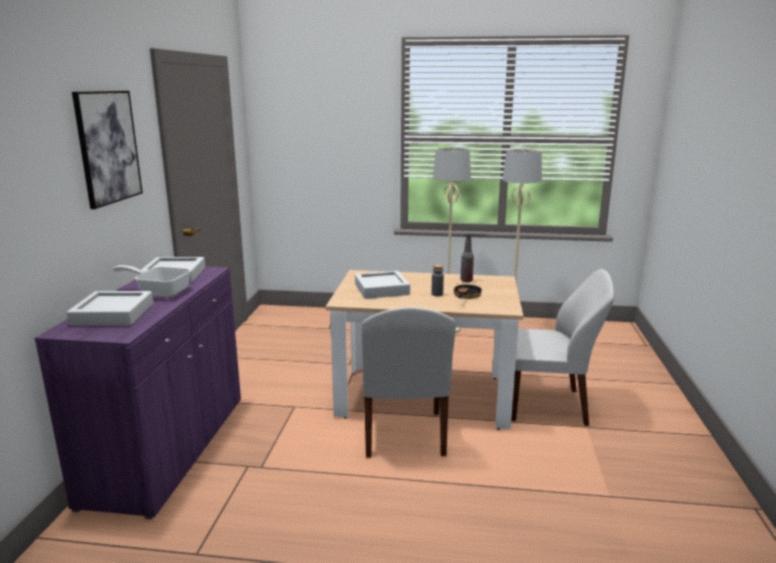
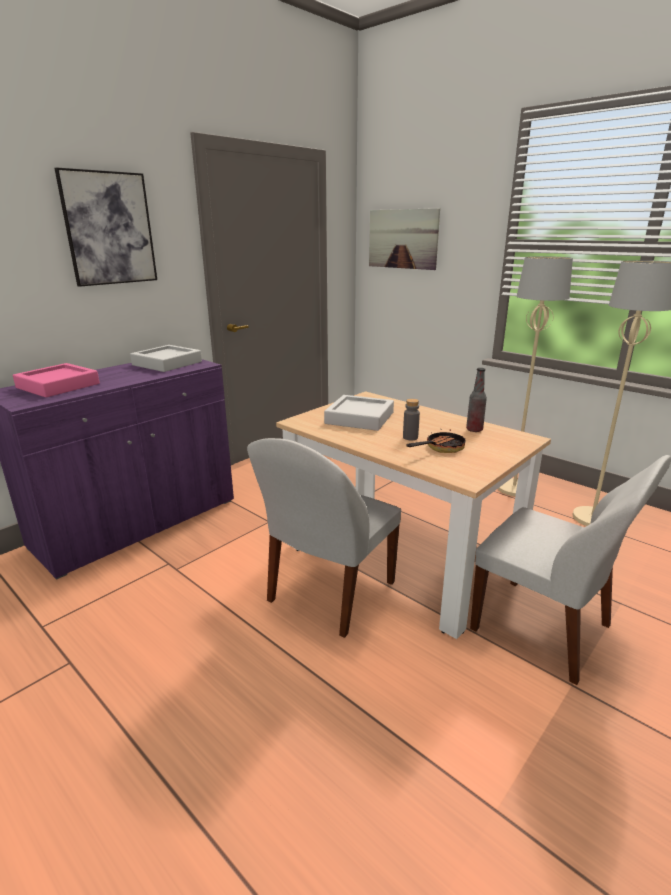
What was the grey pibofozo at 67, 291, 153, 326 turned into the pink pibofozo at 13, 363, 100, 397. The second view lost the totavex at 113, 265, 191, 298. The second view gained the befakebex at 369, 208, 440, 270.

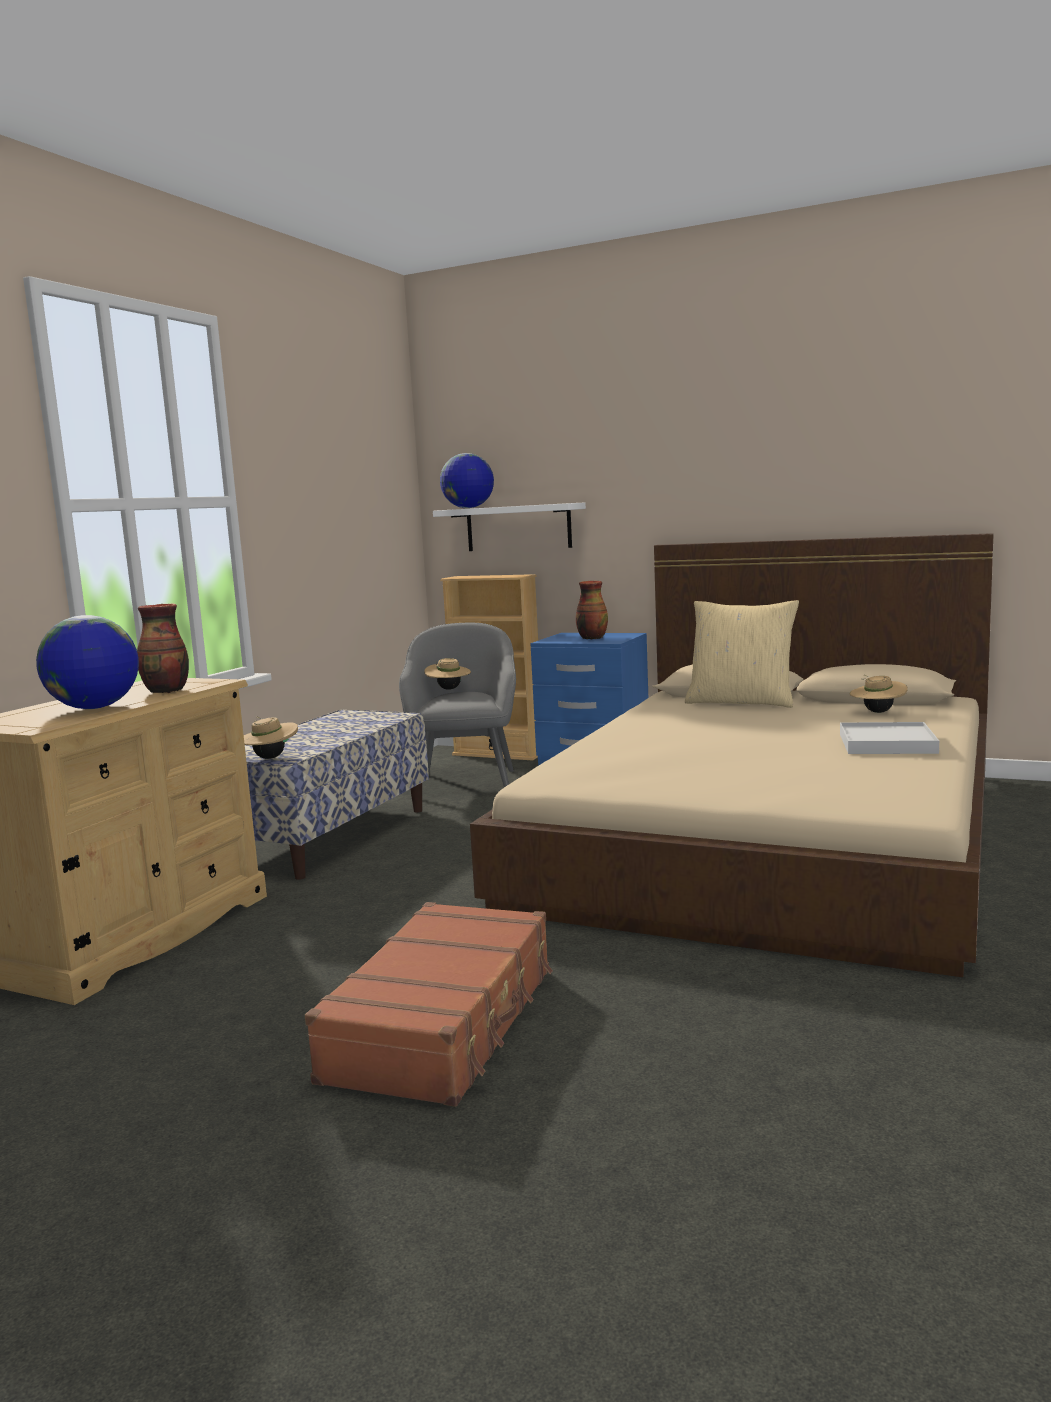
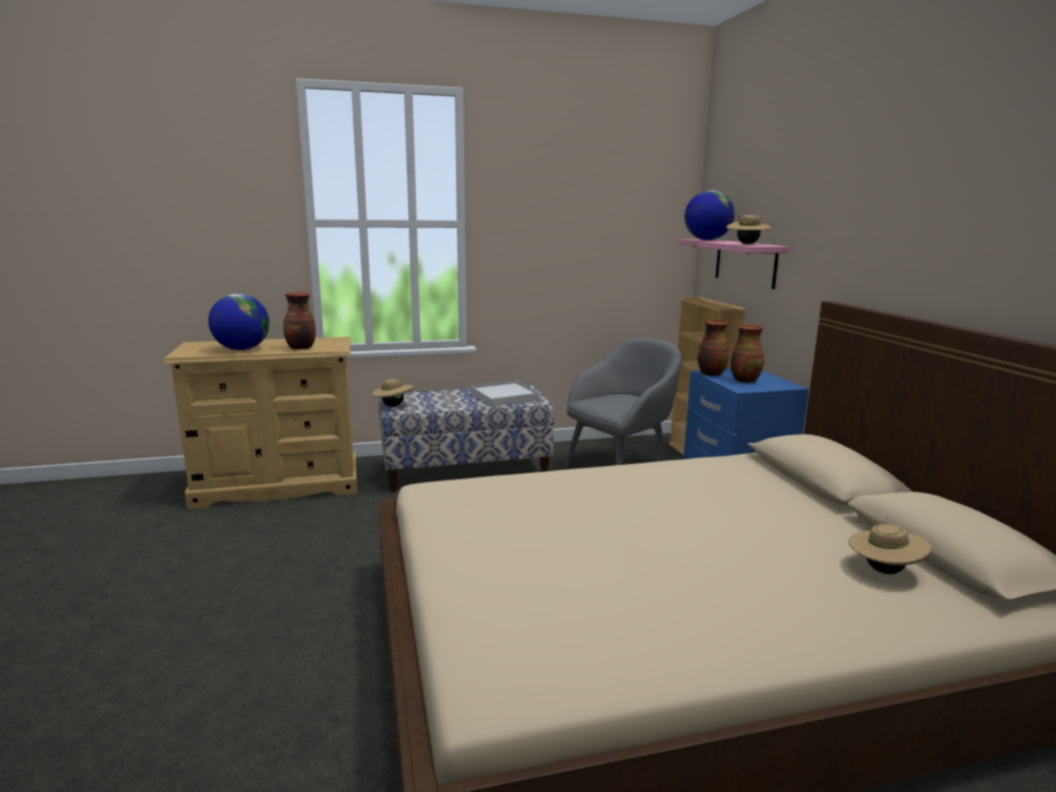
The second view lost the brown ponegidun at 305, 902, 553, 1107. The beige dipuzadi ended up elsewhere, having gone from 424, 658, 471, 690 to 726, 215, 771, 244. What was the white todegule at 433, 503, 586, 551 turned into the pink todegule at 679, 239, 789, 289. The second view lost the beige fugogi at 685, 600, 799, 708. The white pibofozo ended up elsewhere, having gone from 840, 722, 939, 754 to 470, 381, 540, 407. The second view gained the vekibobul at 697, 320, 729, 376.

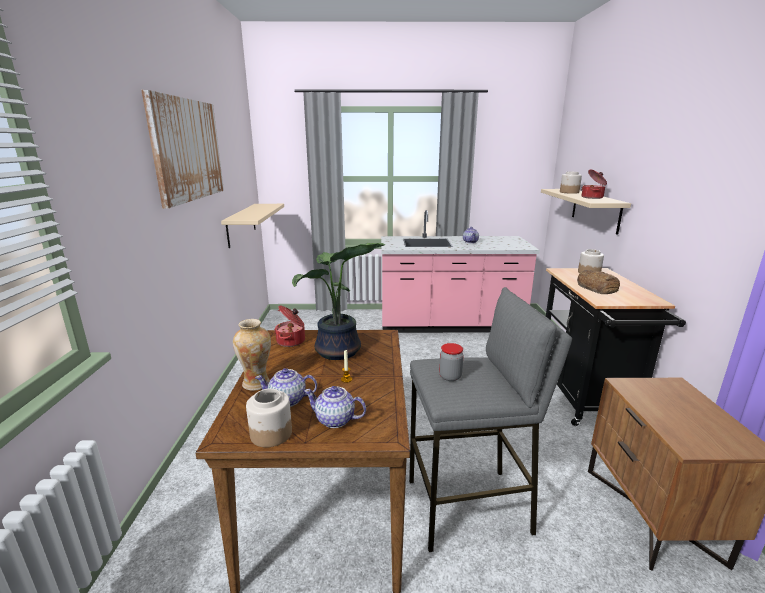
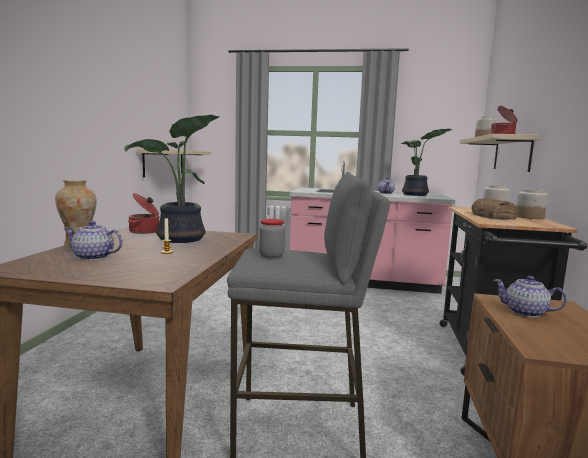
The second view lost the befakebex at 141, 90, 224, 209. The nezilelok ended up elsewhere, having gone from 246, 388, 292, 447 to 517, 188, 548, 219. The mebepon ended up elsewhere, having gone from 304, 386, 366, 428 to 494, 276, 567, 318. The second view gained the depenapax at 401, 129, 453, 196.

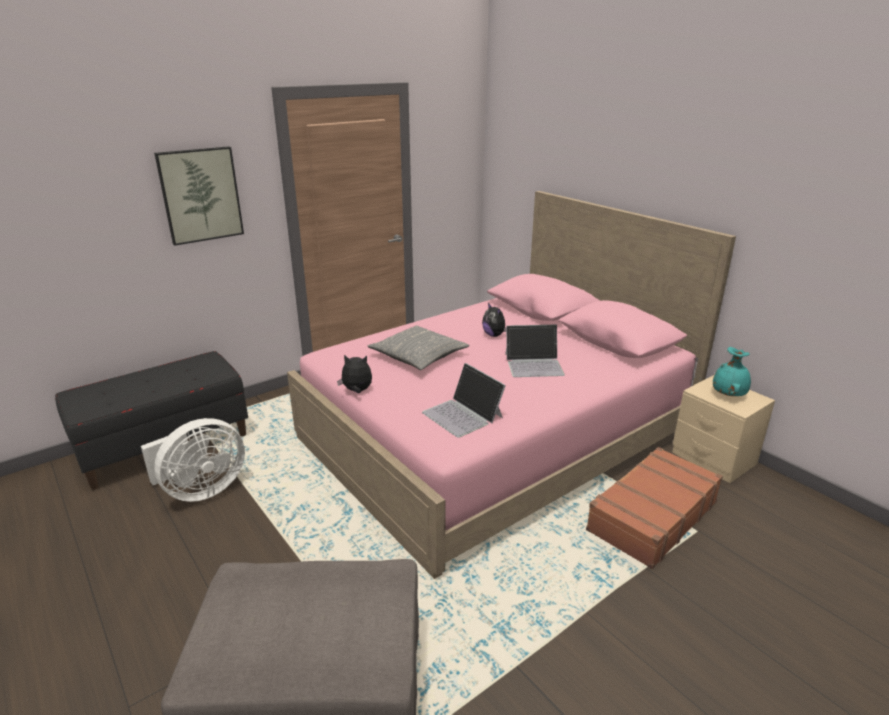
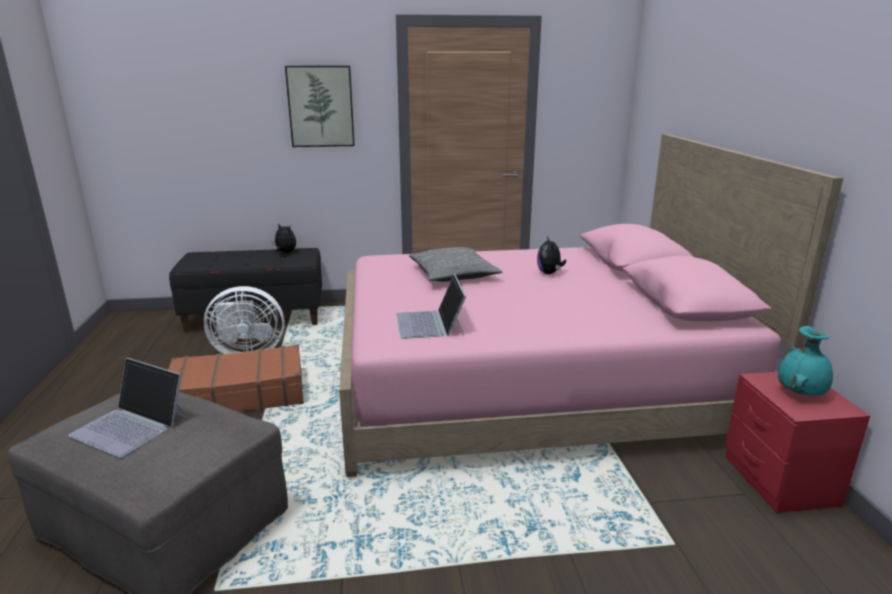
The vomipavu ended up elsewhere, having gone from 337, 355, 372, 393 to 272, 224, 296, 253. The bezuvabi ended up elsewhere, having gone from 505, 325, 565, 377 to 69, 358, 187, 458. The brown ponegidun ended up elsewhere, having gone from 586, 447, 723, 569 to 168, 345, 304, 412. What was the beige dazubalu at 672, 375, 775, 483 turned into the red dazubalu at 725, 372, 870, 513.

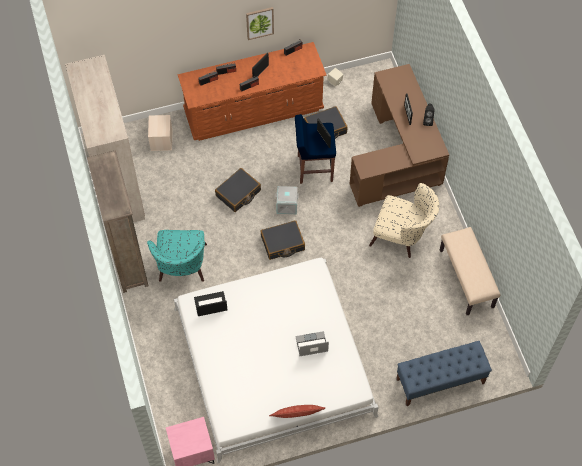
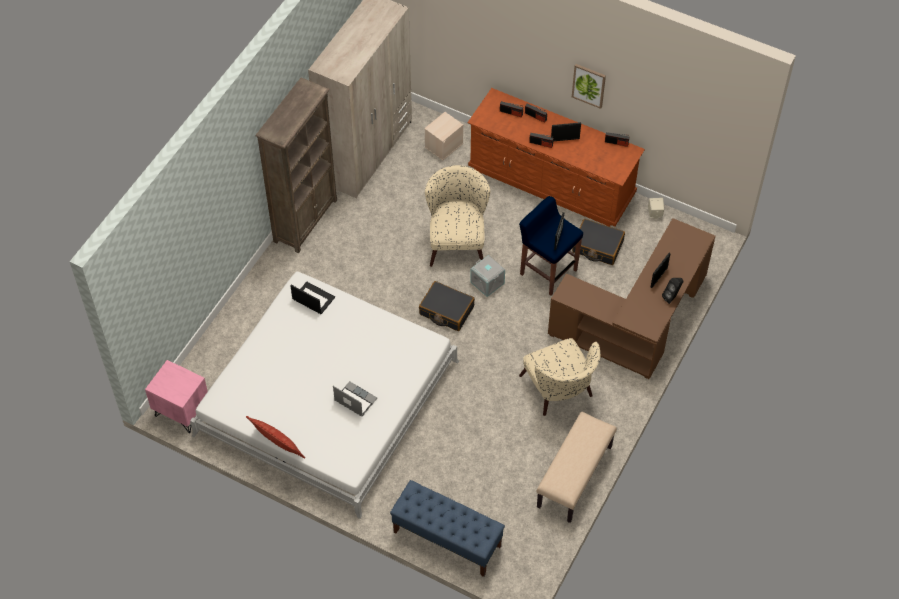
The second view lost the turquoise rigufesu at 147, 230, 207, 282. Where the black ponegidun stood at 215, 168, 261, 212, the beige rigufesu came to stand at 425, 165, 490, 267.

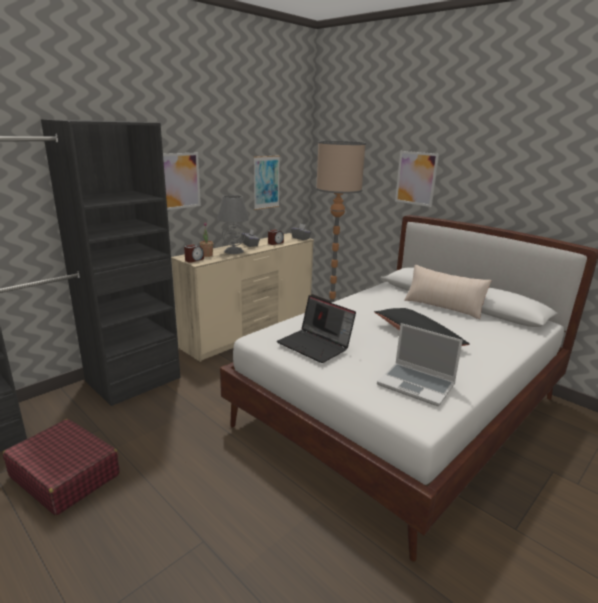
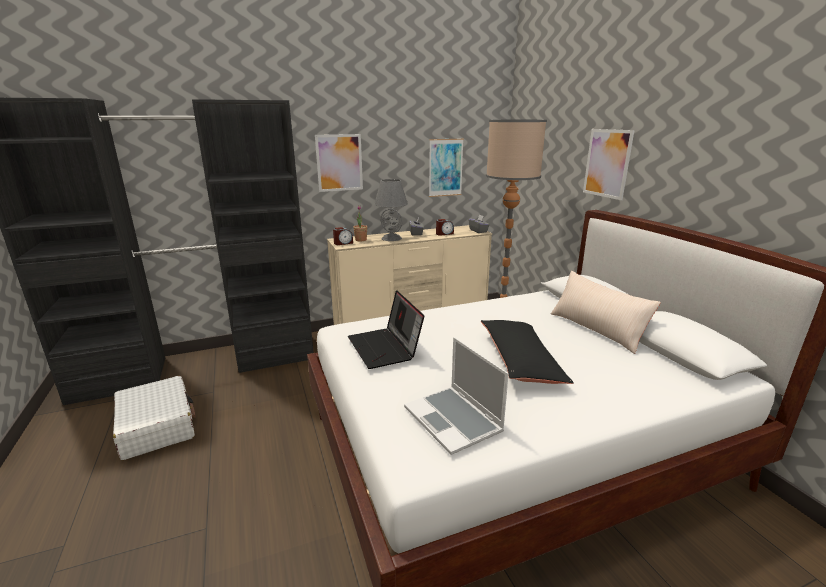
What was the red ponegidun at 3, 419, 120, 516 turned into the white ponegidun at 113, 376, 195, 460.

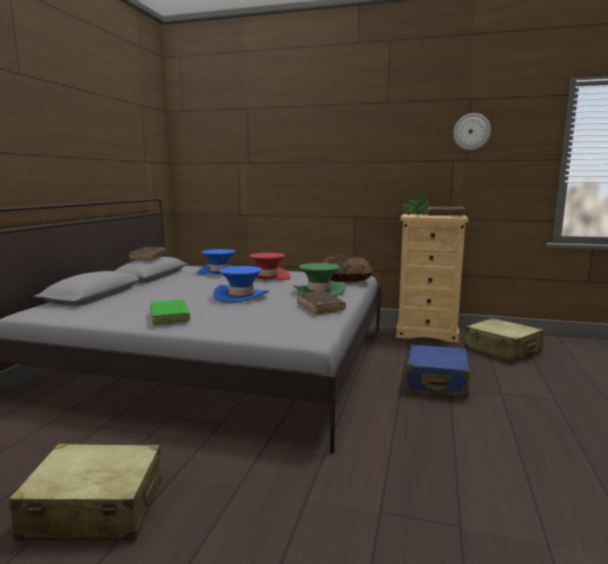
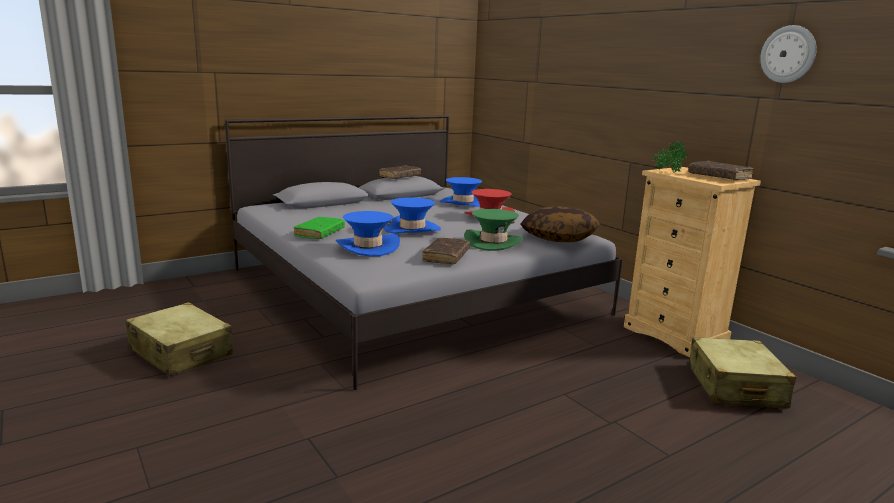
The second view lost the blue ponegidun at 406, 345, 470, 398. The second view gained the blue dipuzadi at 336, 211, 400, 256.

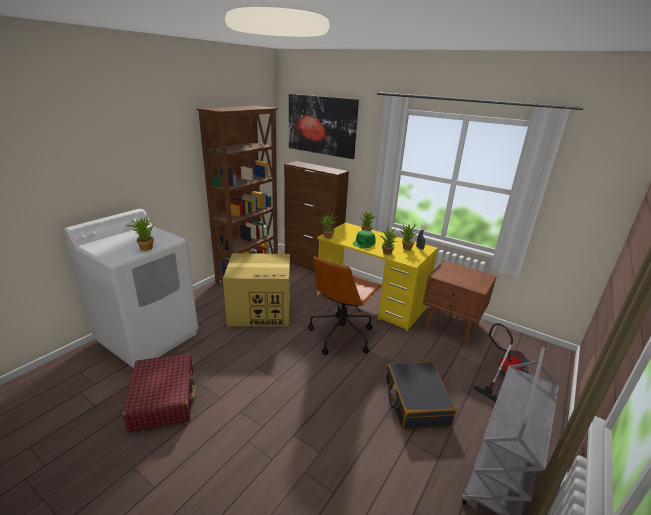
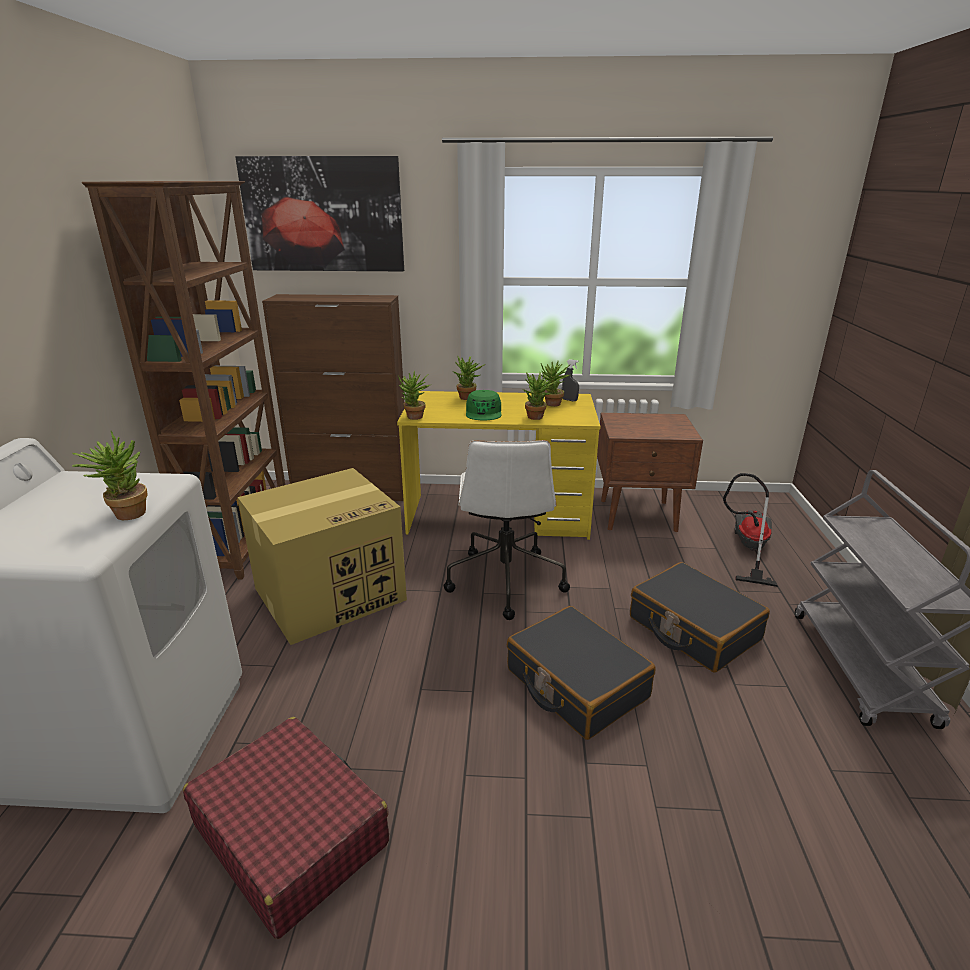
What was the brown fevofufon at 308, 256, 382, 355 turned into the white fevofufon at 444, 440, 570, 620. The second view gained the black ponegidun at 507, 606, 655, 740.

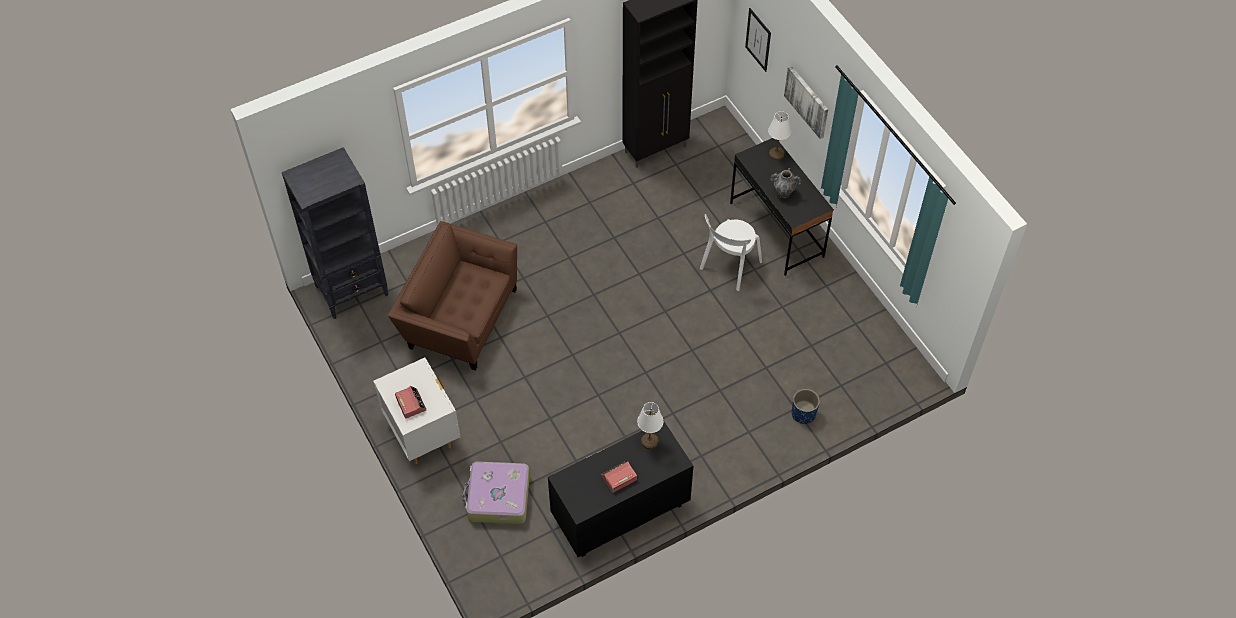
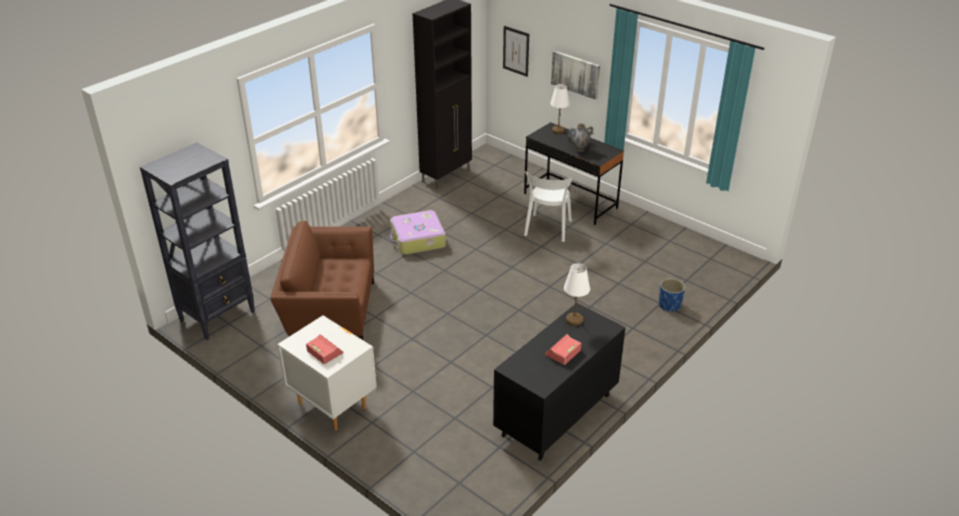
The ponegidun ended up elsewhere, having gone from 462, 461, 530, 524 to 390, 210, 446, 255.

